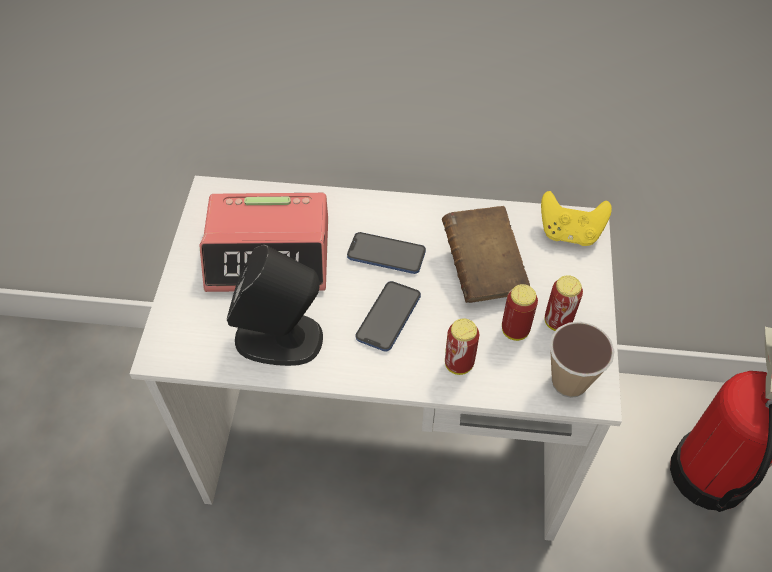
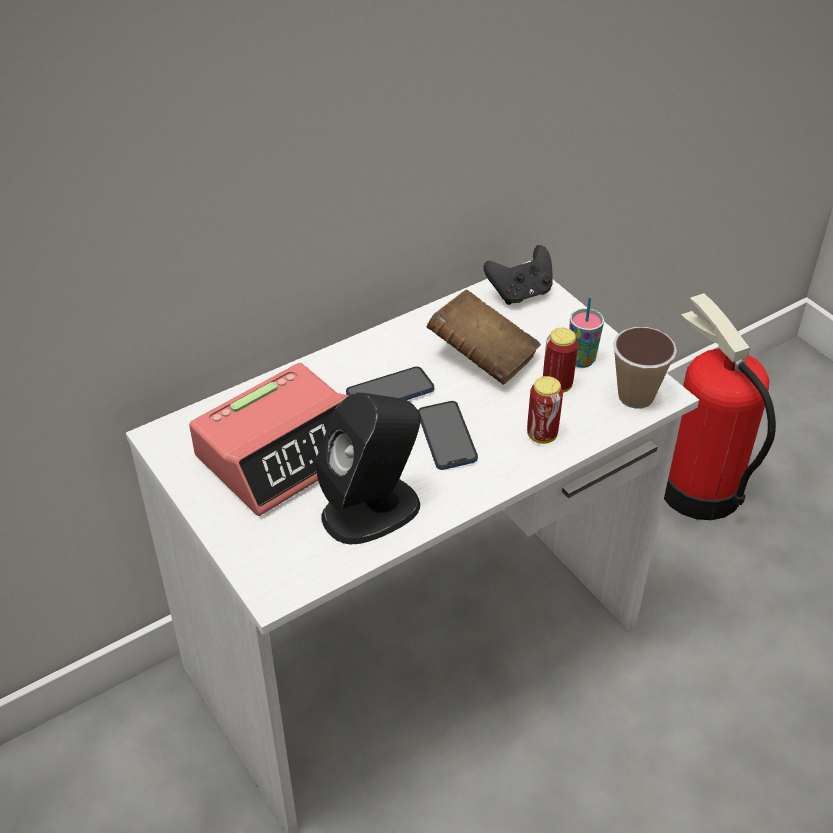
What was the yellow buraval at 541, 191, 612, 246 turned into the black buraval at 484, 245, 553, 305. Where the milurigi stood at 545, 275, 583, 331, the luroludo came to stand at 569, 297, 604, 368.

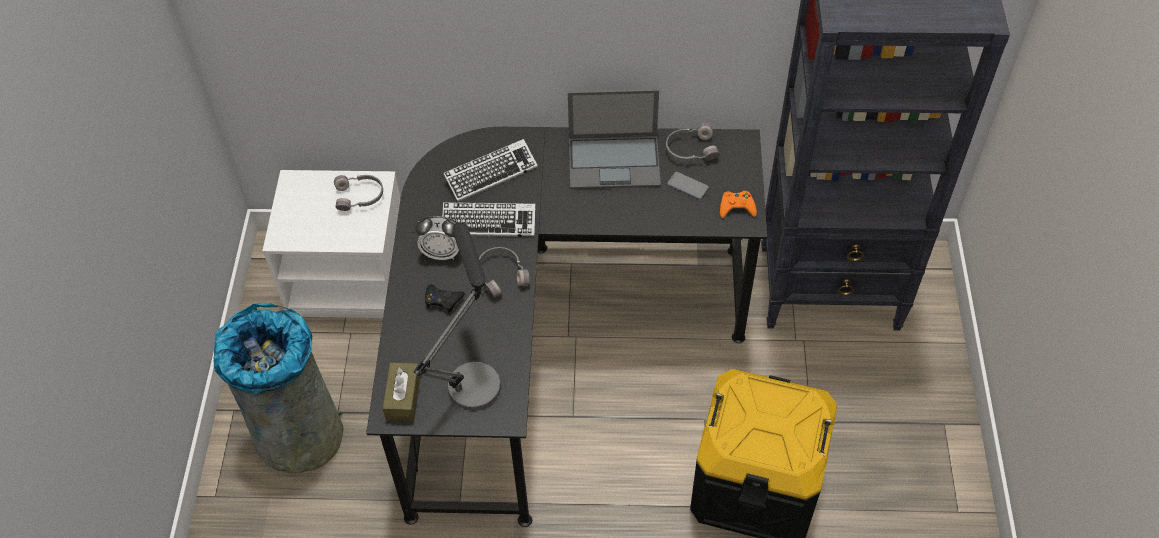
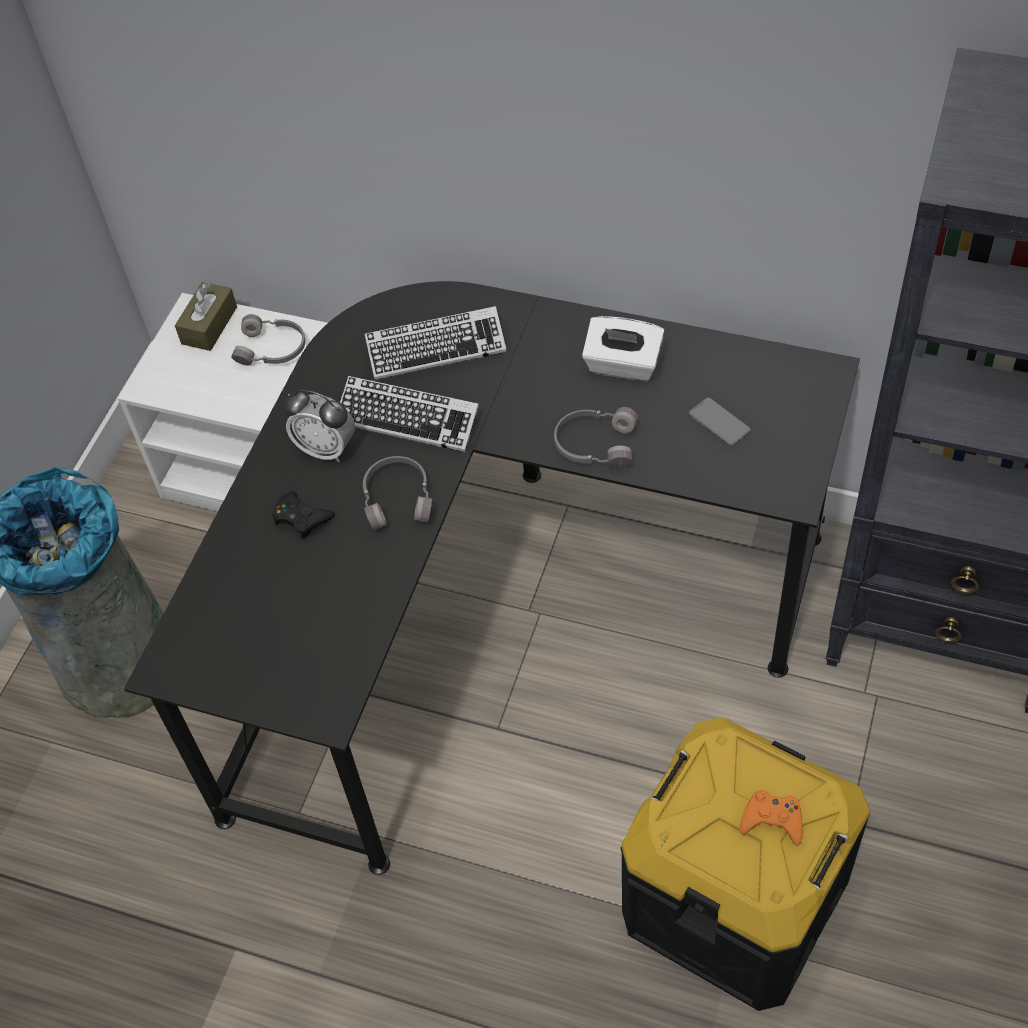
The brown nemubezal ended up elsewhere, having gone from 383, 363, 421, 421 to 175, 282, 237, 351. The second view lost the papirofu at 414, 222, 501, 410. Where the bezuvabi stood at 568, 89, 661, 189, the white nemubezal came to stand at 582, 316, 665, 381. The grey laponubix ended up elsewhere, having gone from 666, 123, 719, 162 to 554, 407, 638, 468. The orange buraval ended up elsewhere, having gone from 720, 191, 757, 218 to 740, 790, 803, 846.

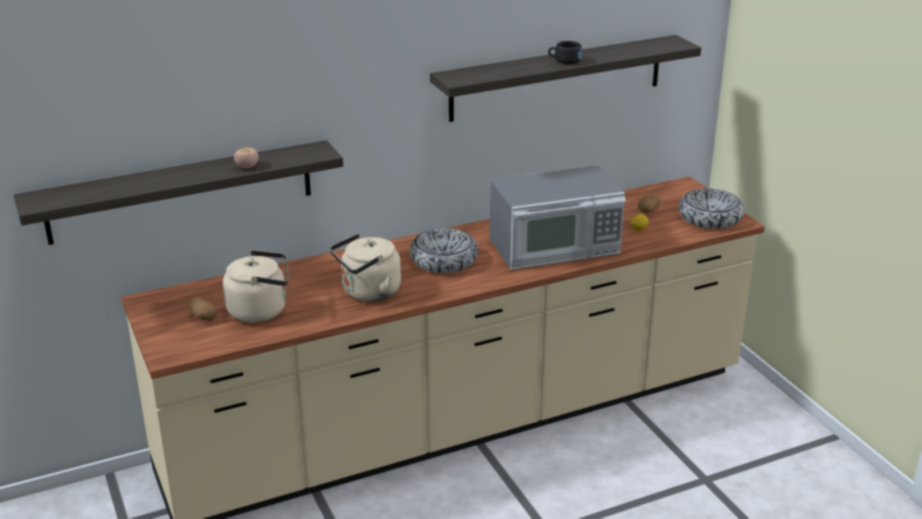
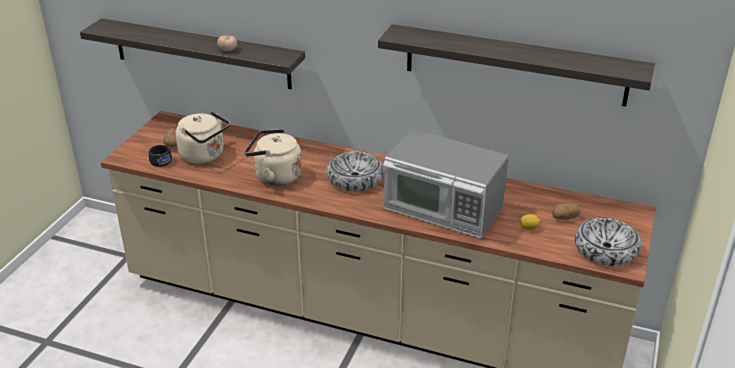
The black luroludo ended up elsewhere, having gone from 548, 41, 582, 65 to 149, 145, 172, 167.

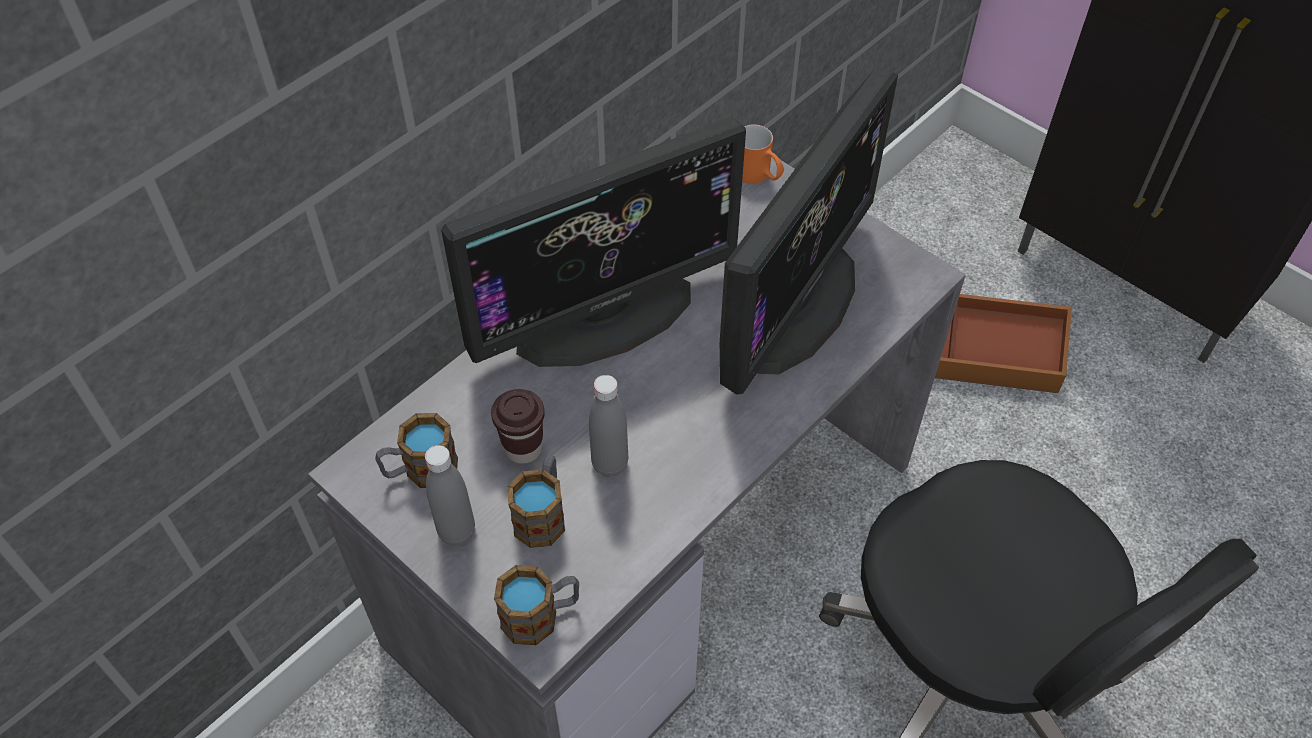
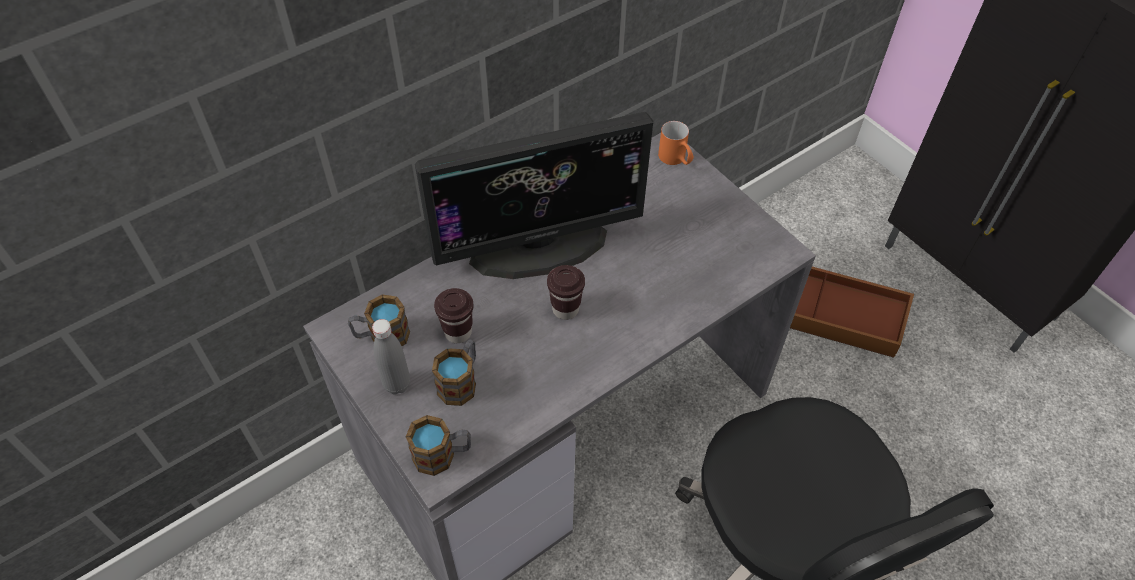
The second view lost the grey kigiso at 589, 375, 628, 477. The second view lost the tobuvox at 720, 69, 898, 395. The second view gained the brown luroludo at 547, 265, 585, 320.

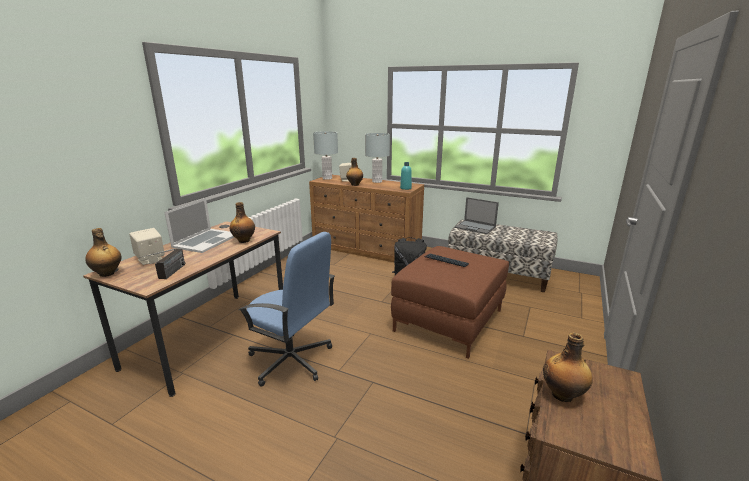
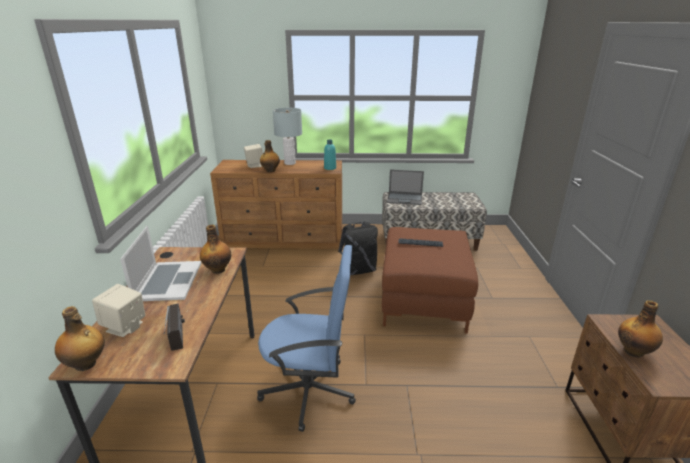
The second view lost the grey papirofu at 313, 131, 338, 180.

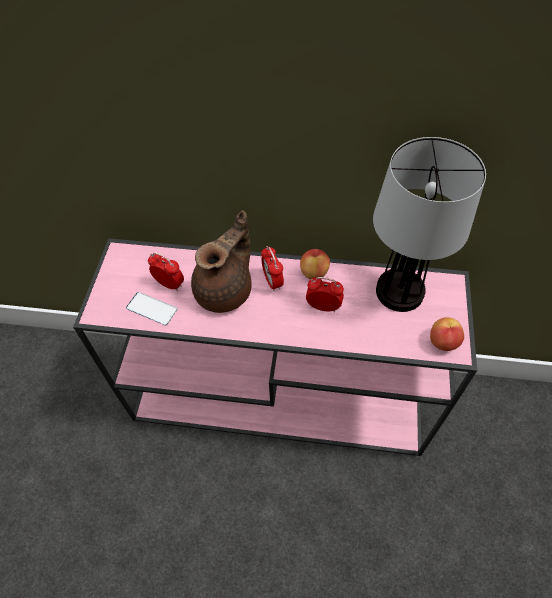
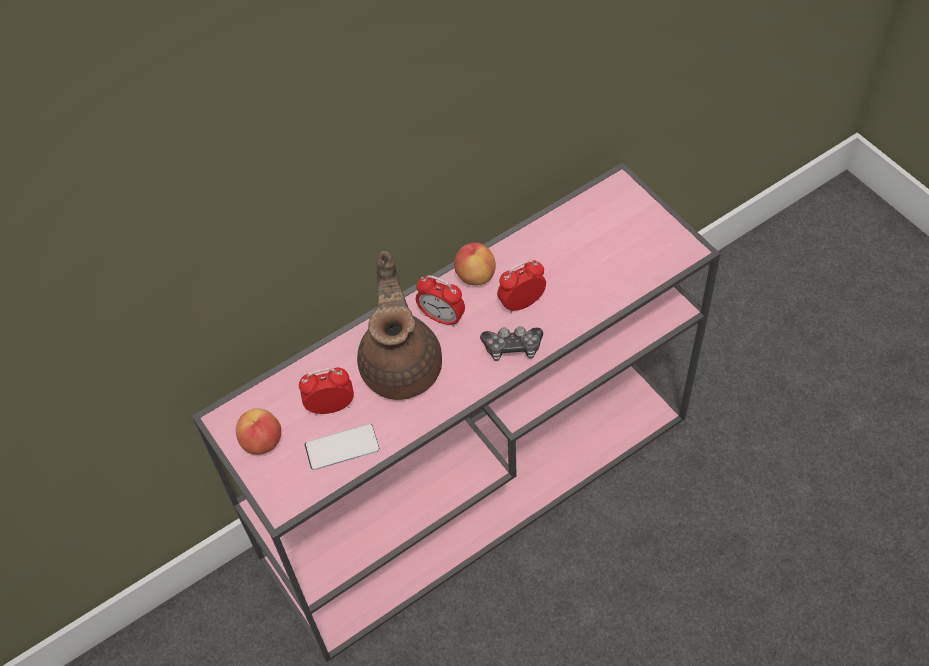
The second view lost the papirofu at 373, 137, 486, 312. The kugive ended up elsewhere, having gone from 430, 317, 464, 351 to 236, 408, 281, 455. The second view gained the buraval at 480, 326, 543, 361.

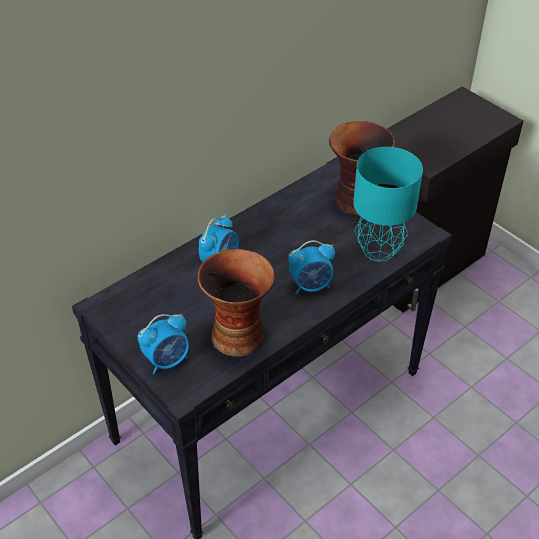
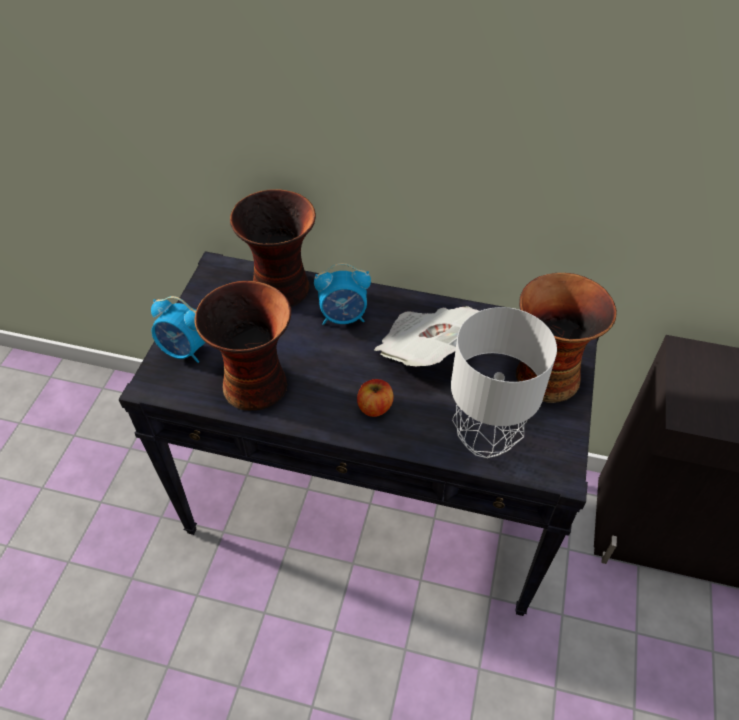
Where the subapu stood at 288, 240, 335, 294, the kugive came to stand at 357, 379, 394, 417. What was the turquoise papirofu at 353, 147, 423, 262 turned into the grey papirofu at 451, 307, 557, 458. The second view gained the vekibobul at 230, 189, 316, 307. The second view gained the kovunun at 374, 306, 479, 367.

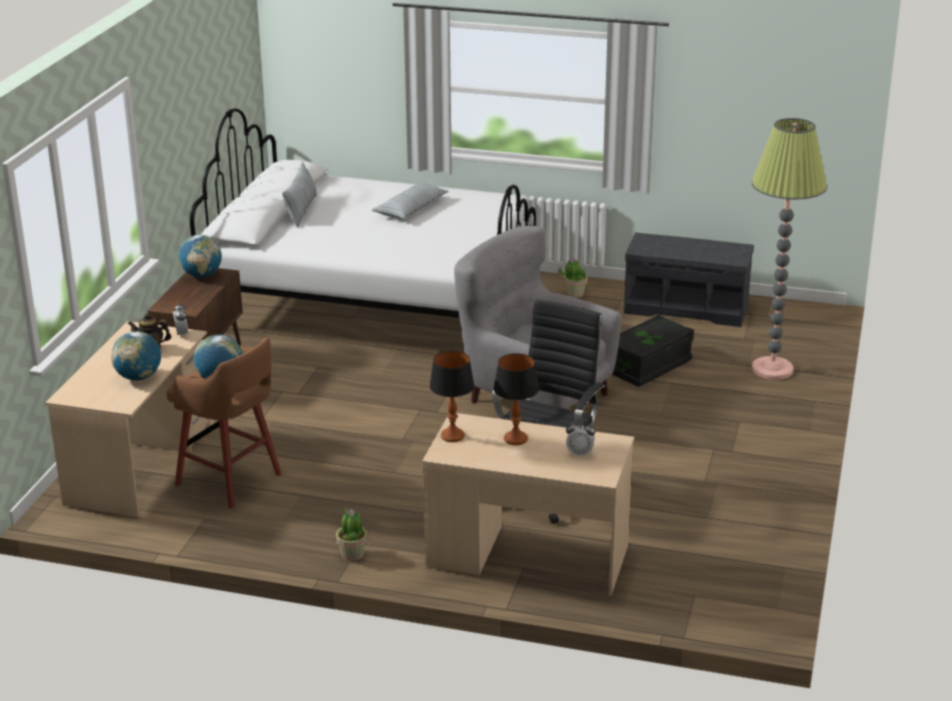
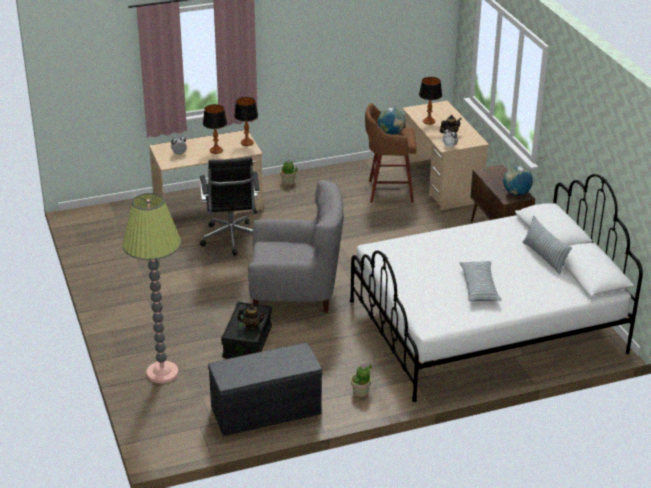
Where the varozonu stood at 111, 331, 161, 381, the papirofu came to stand at 419, 77, 442, 125. The second view gained the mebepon at 237, 305, 266, 330.

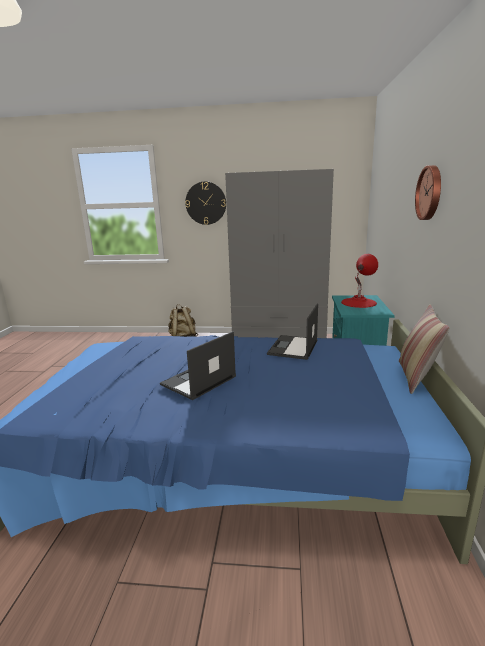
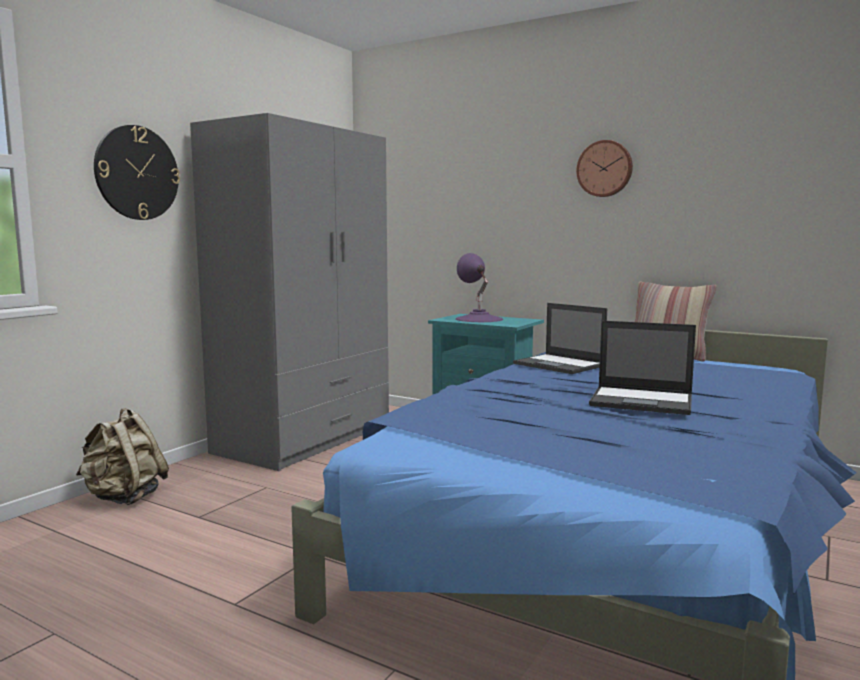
The bezuvabi at 160, 331, 236, 400 ended up facing another way, 45 degrees counterclockwise from before. What was the red papirofu at 341, 254, 378, 308 turned into the purple papirofu at 456, 253, 503, 322.

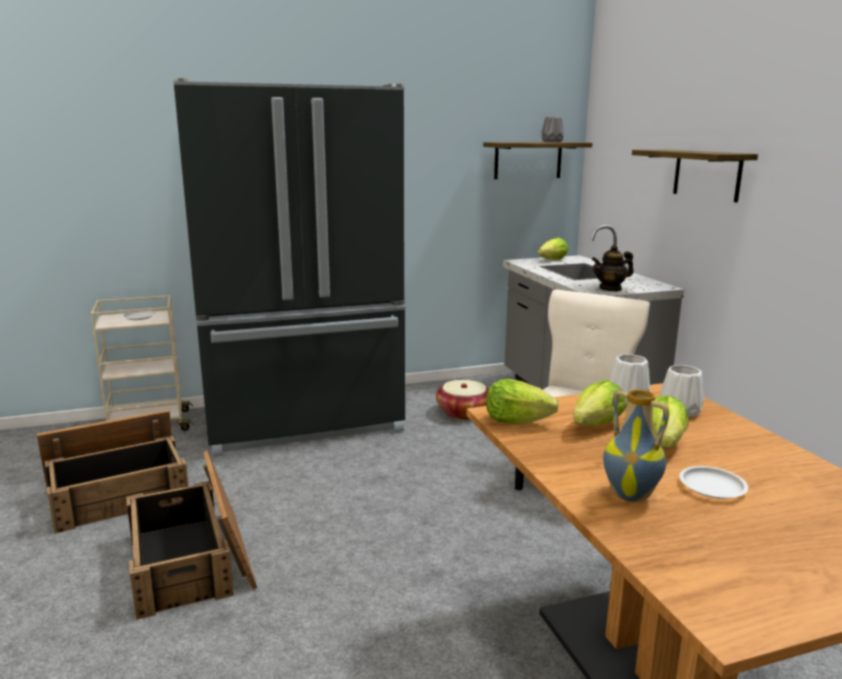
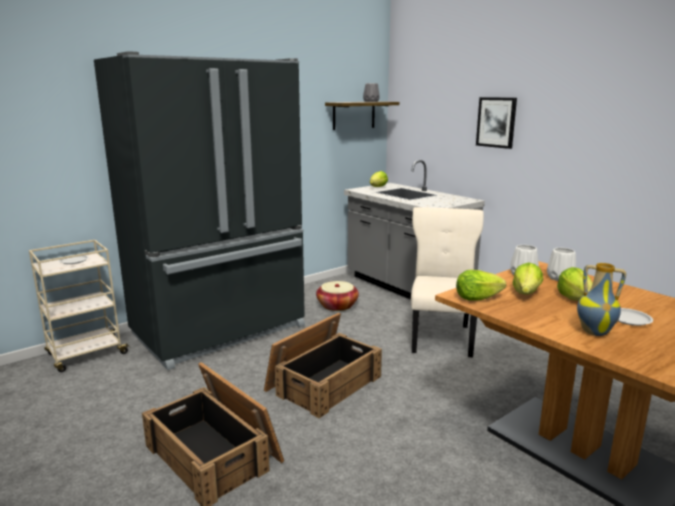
The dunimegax ended up elsewhere, having gone from 37, 410, 189, 534 to 264, 313, 382, 418. The second view lost the mebepon at 592, 245, 634, 291. Where the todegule hung at 632, 150, 758, 203, the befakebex came to hang at 476, 97, 517, 149.

